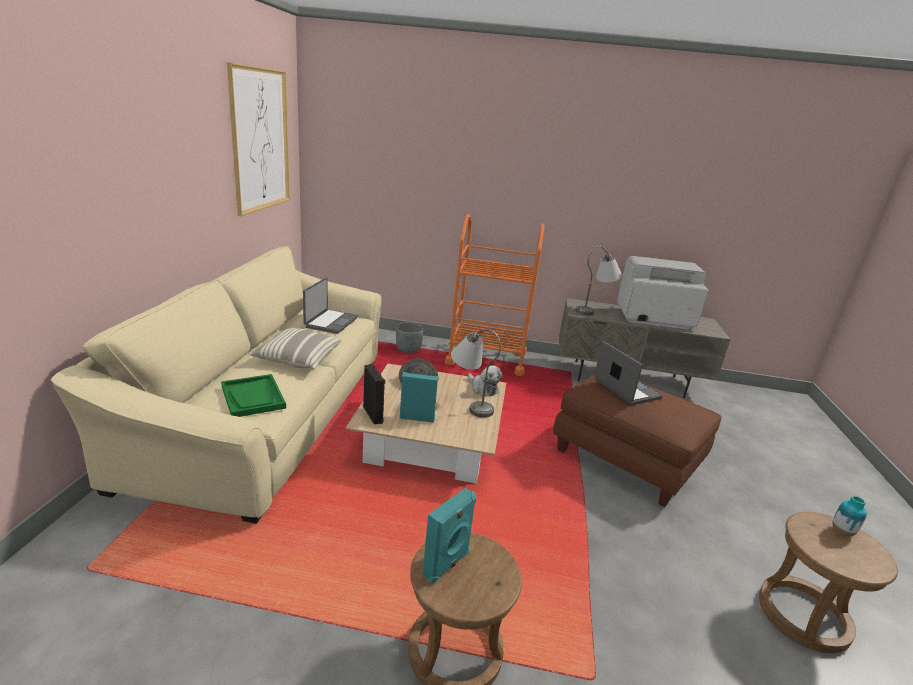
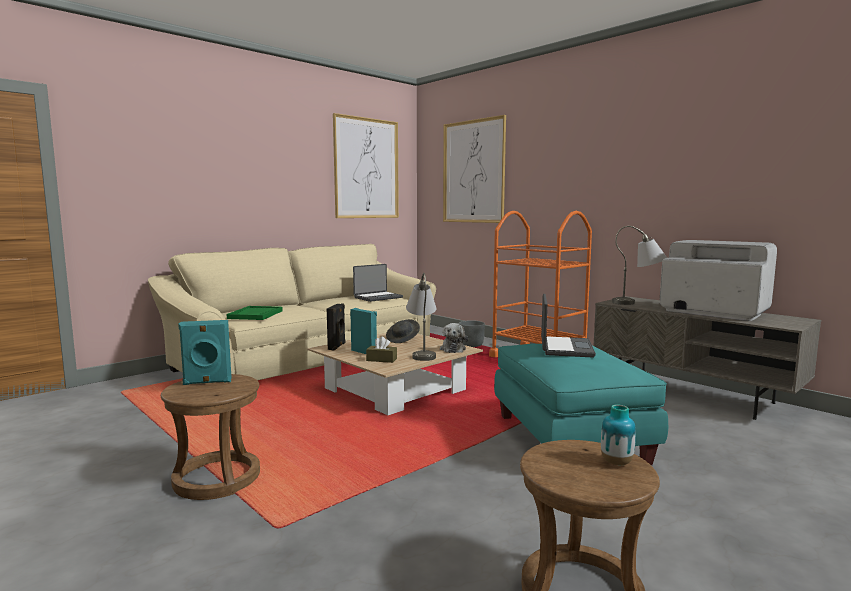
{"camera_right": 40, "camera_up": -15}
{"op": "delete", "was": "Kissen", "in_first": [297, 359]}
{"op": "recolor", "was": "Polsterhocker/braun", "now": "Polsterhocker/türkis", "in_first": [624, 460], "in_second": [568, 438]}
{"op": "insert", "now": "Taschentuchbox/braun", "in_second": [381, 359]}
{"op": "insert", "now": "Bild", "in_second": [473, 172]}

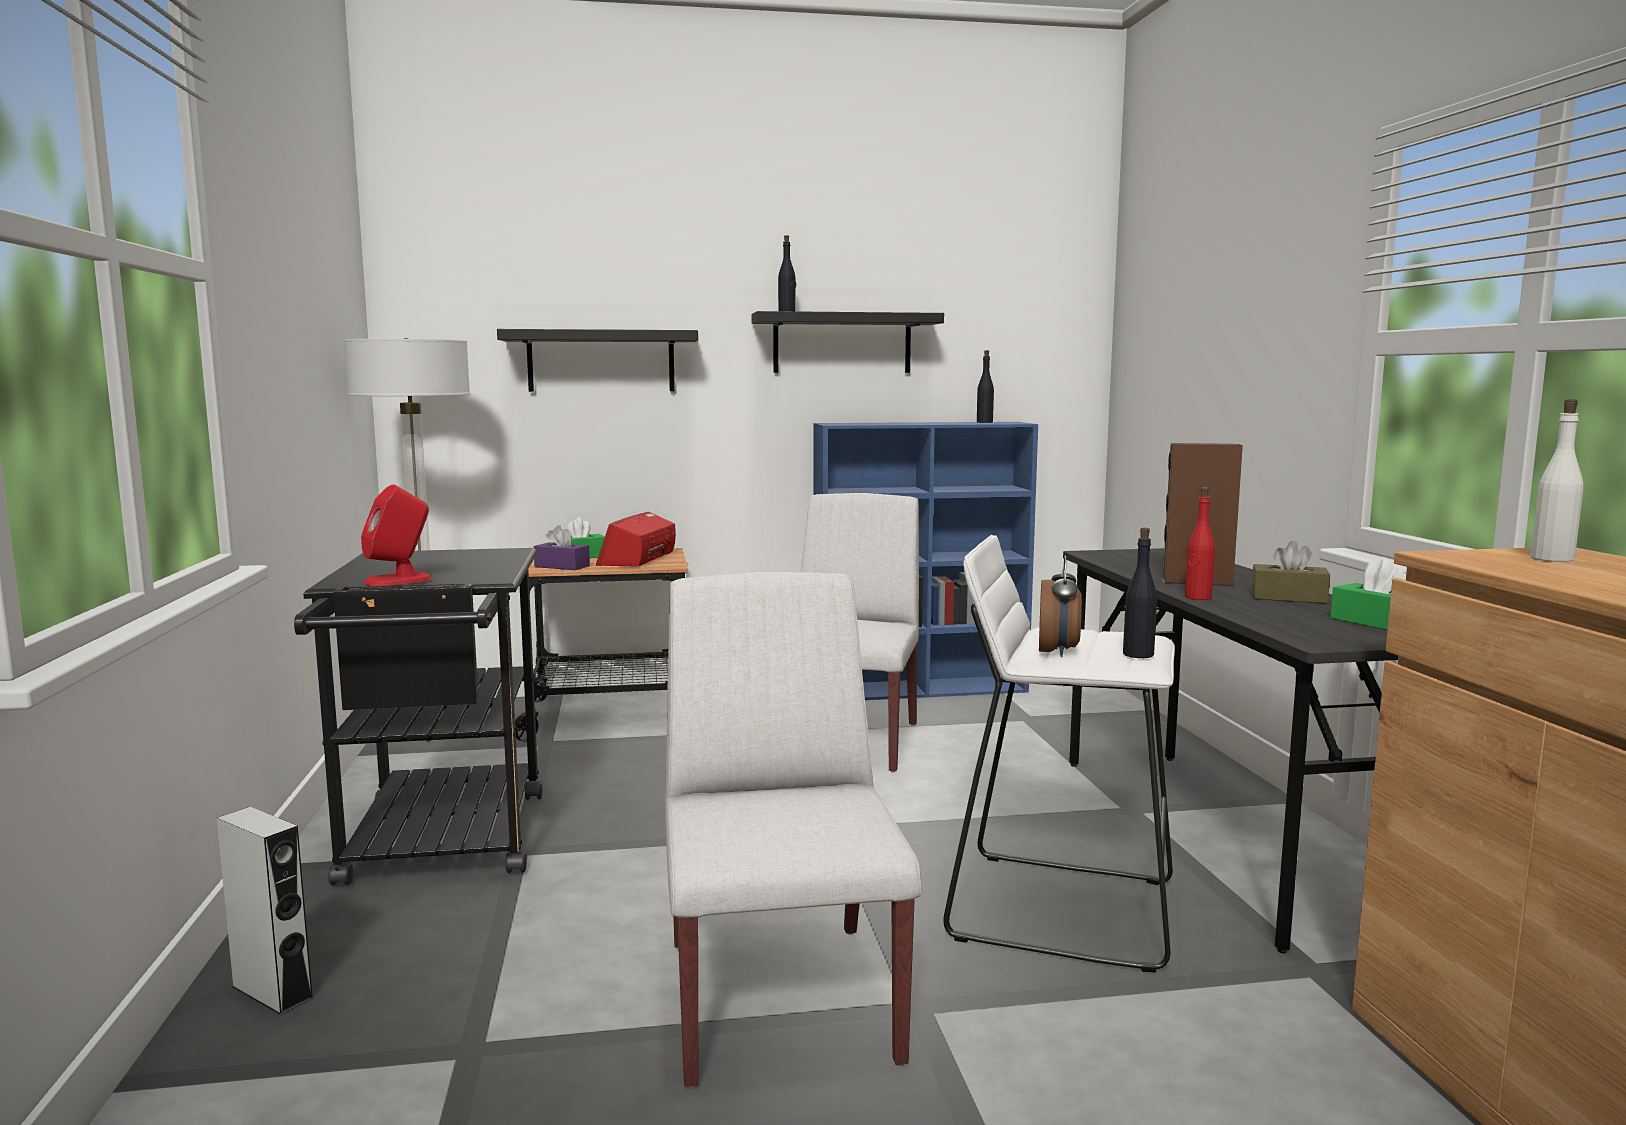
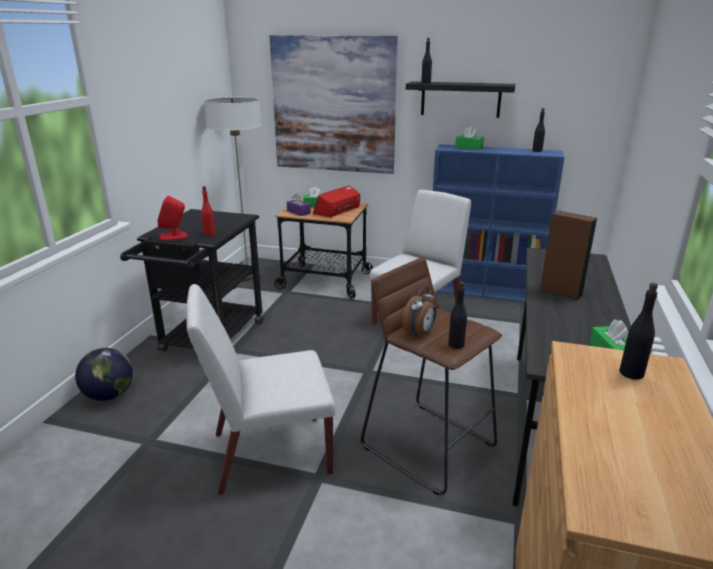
{"camera_right": 25, "camera_up": 15}
{"op": "replace", "was": "Lautsprecher/grau", "now": "Globus", "in_first": [272, 992], "in_second": [109, 395]}
{"op": "replace", "was": "Wandregal/schwarz", "now": "Bild", "in_first": [601, 361], "in_second": [333, 105]}
{"op": "rotate", "was": "Stuhl/weiß", "in_first": [779, 997], "in_second": [269, 454], "clockwise": -120}
{"op": "recolor", "was": "Hocker/weiß", "now": "Hocker/braun", "in_first": [1059, 908], "in_second": [428, 445]}
{"op": "move", "was": "Flasche/rot", "in_first": [1197, 597], "in_second": [209, 234]}
{"op": "delete", "was": "Taschentuchbox/braun", "in_first": [1288, 598]}
{"op": "recolor", "was": "Flasche/weiß", "now": "Flasche/schwarz", "in_first": [1551, 559], "in_second": [631, 373]}
{"op": "insert", "now": "Taschentuchbox/grün", "in_second": [469, 148]}

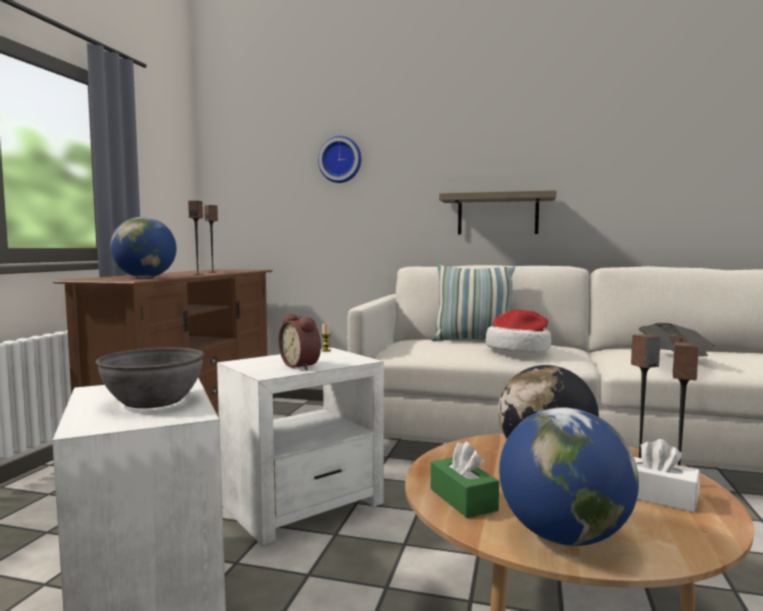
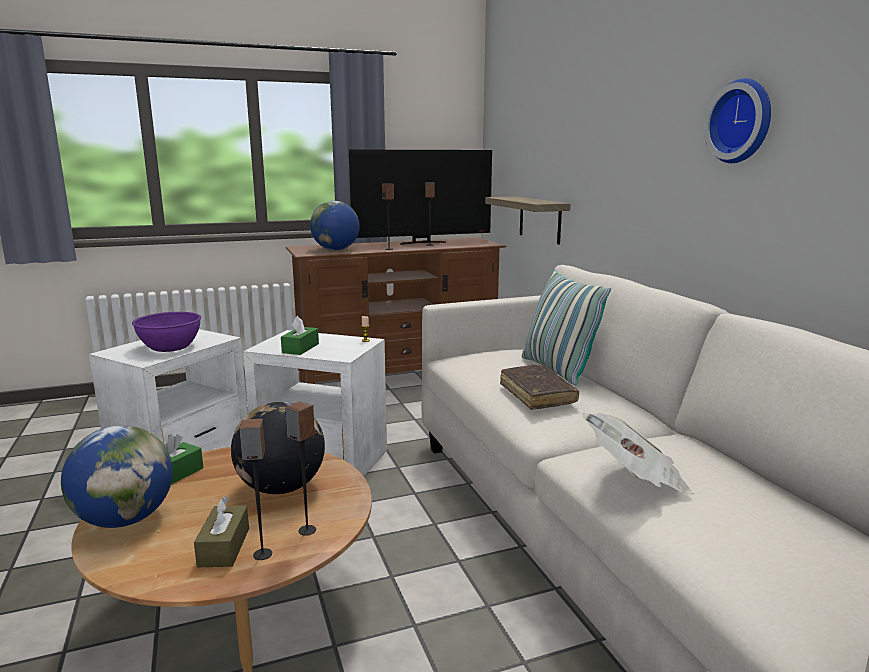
{"camera_right": 55, "camera_up": 10}
{"op": "recolor", "was": "Schüssel/grau", "now": "Schüssel/lila", "in_first": [153, 401], "in_second": [170, 347]}
{"op": "replace", "was": "Wecker", "now": "Taschentuchbox/grün", "in_first": [302, 365], "in_second": [300, 348]}
{"op": "move", "was": "Wanduhr", "in_first": [341, 160], "in_second": [742, 121]}
{"op": "move", "was": "Wandregal", "in_first": [497, 214], "in_second": [540, 219]}
{"op": "replace", "was": "Hut", "now": "Buch/braun", "in_first": [519, 349], "in_second": [537, 394]}
{"op": "recolor", "was": "Taschentuchbox/weiß", "now": "Taschentuchbox/braun", "in_first": [657, 496], "in_second": [224, 547]}
{"op": "insert", "now": "Fernseher", "in_second": [422, 242]}

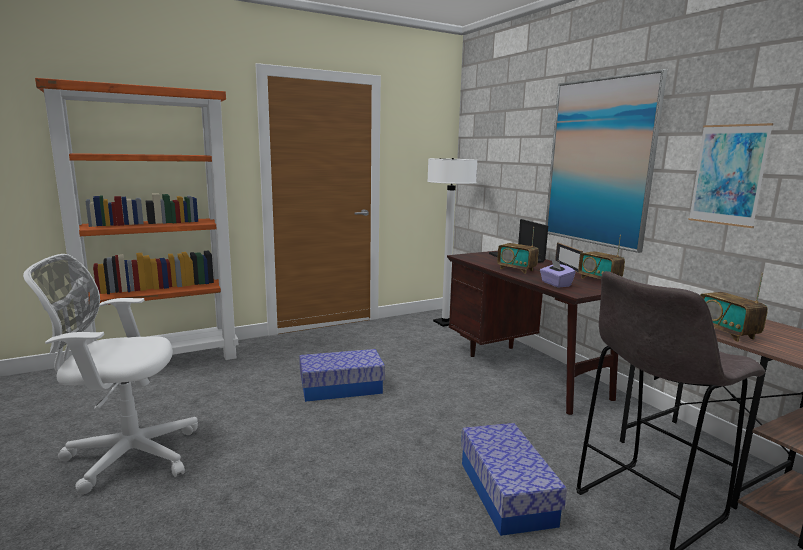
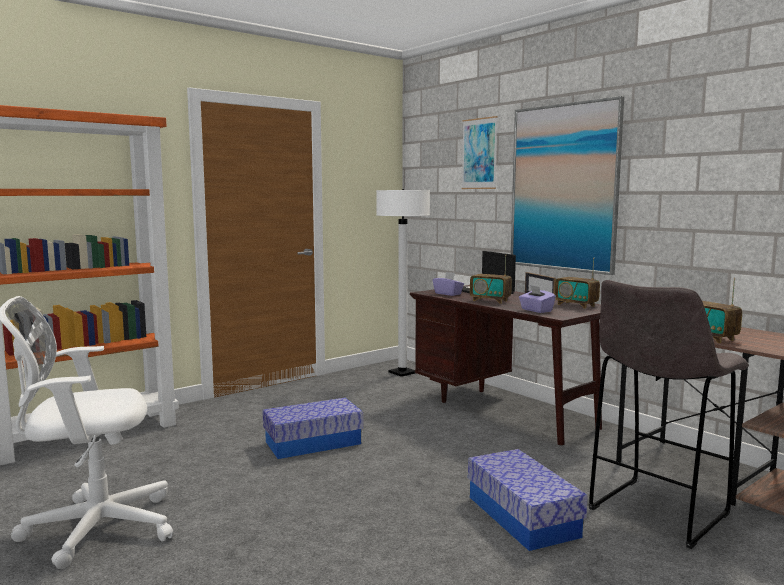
{"camera_right": -10, "camera_up": -5}
{"op": "move", "was": "Bild", "in_first": [728, 175], "in_second": [479, 153]}
{"op": "insert", "now": "Taschentuchbox/lila", "in_second": [448, 294]}

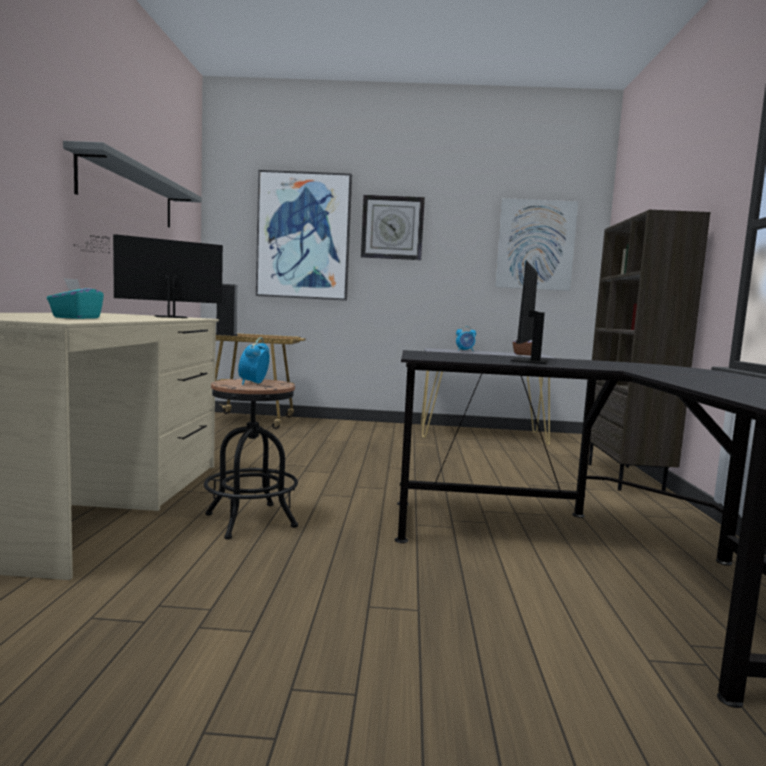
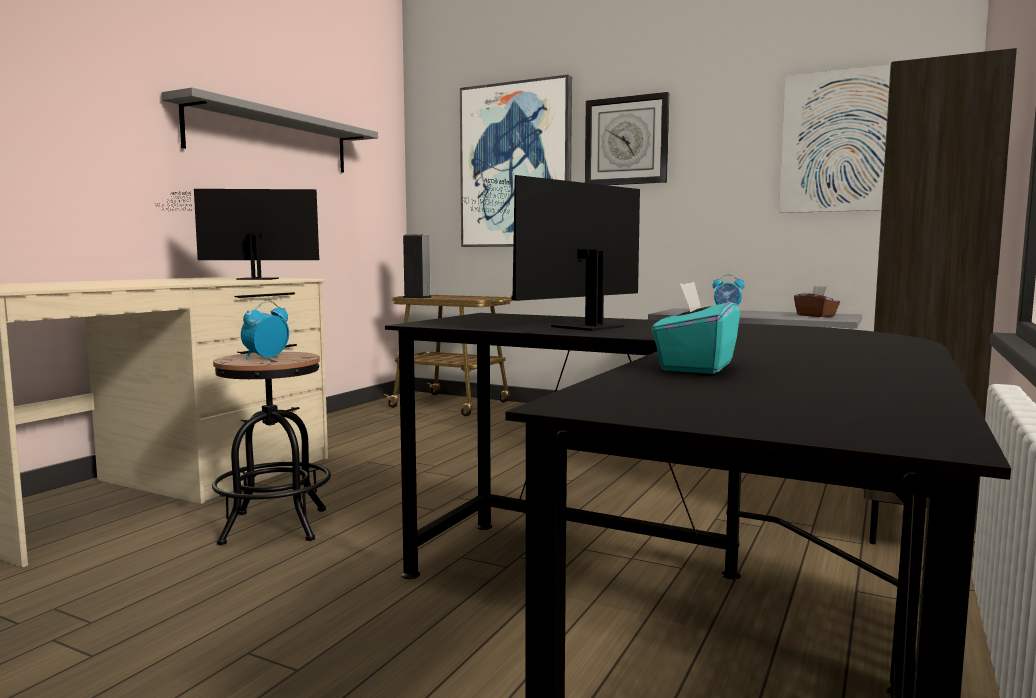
{"camera_right": 25, "camera_up": 0}
{"op": "move", "was": "Taschentuchbox/türkis", "in_first": [76, 318], "in_second": [695, 367]}

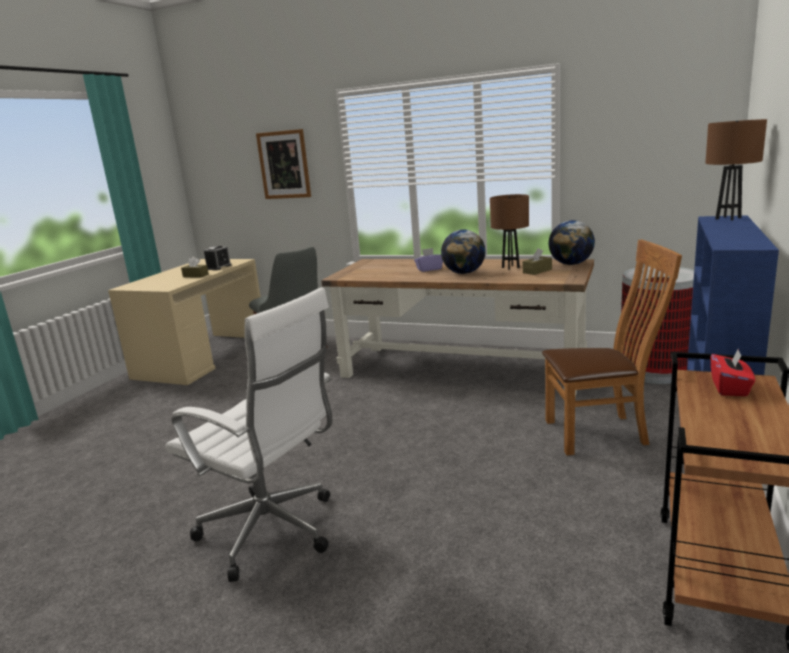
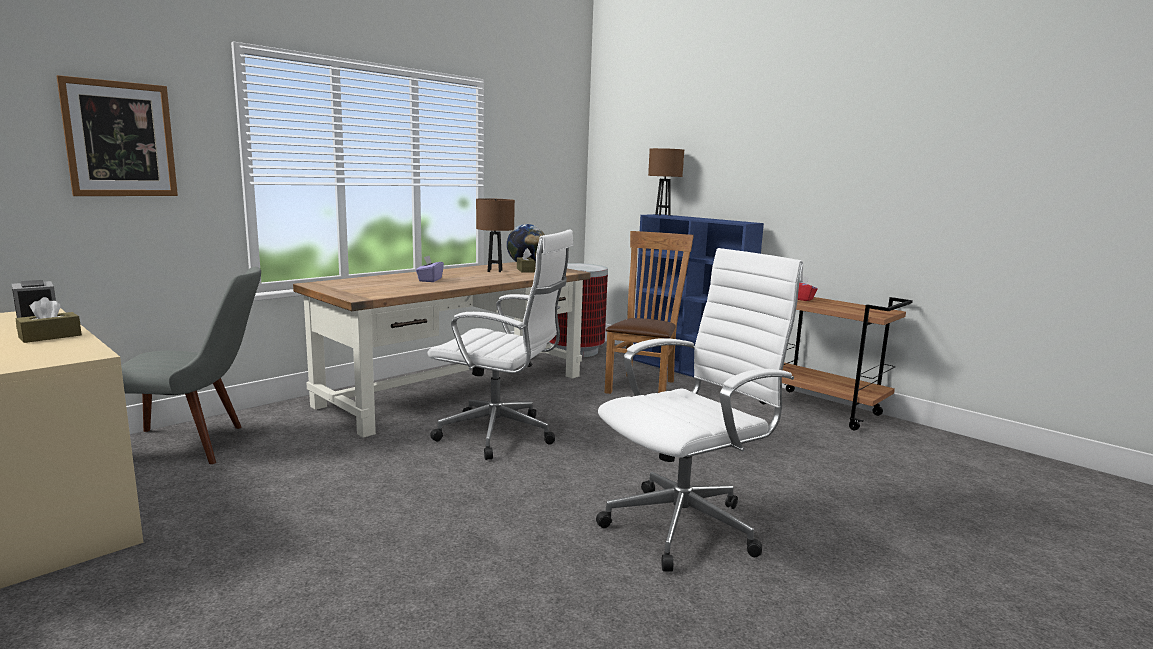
{"camera_right": -70, "camera_up": -5}
{"op": "delete", "was": "Globus", "in_first": [464, 273]}
{"op": "insert", "now": "Bürostuhl/weiß", "in_second": [501, 436]}

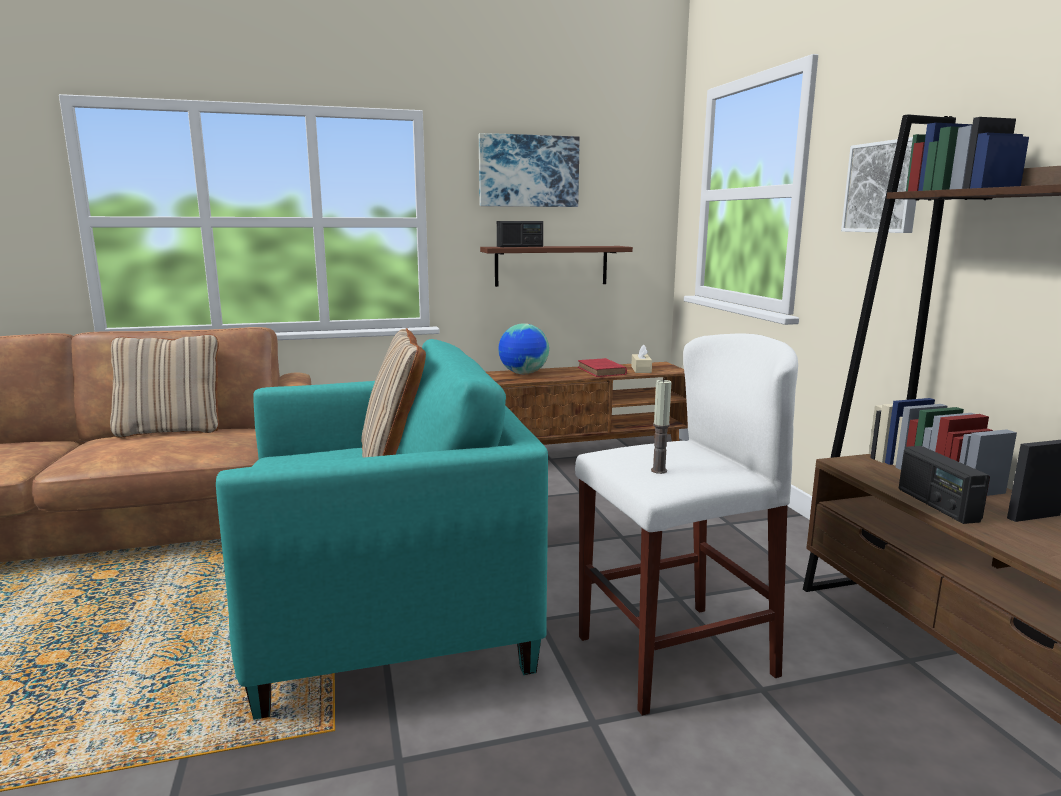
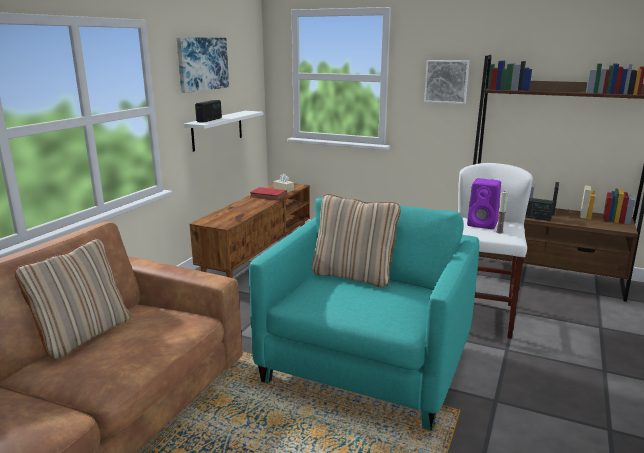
{"camera_right": -50, "camera_up": 5}
{"op": "recolor", "was": "Wandregal/braun", "now": "Wandregal/weiß", "in_first": [551, 265], "in_second": [217, 130]}
{"op": "delete", "was": "Globus", "in_first": [523, 373]}
{"op": "insert", "now": "Lautsprecher/lila", "in_second": [483, 224]}

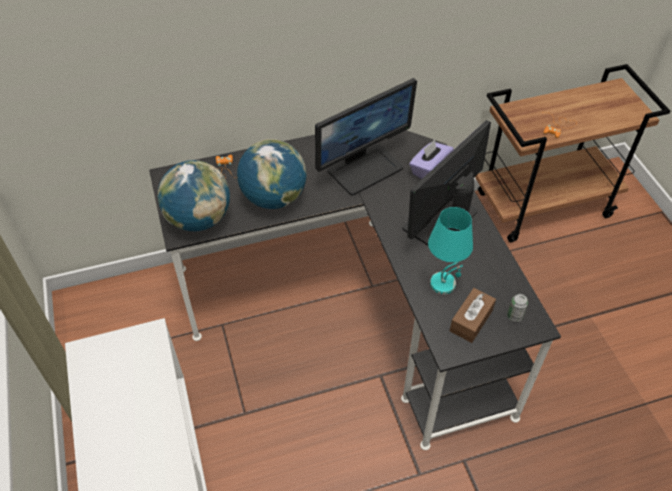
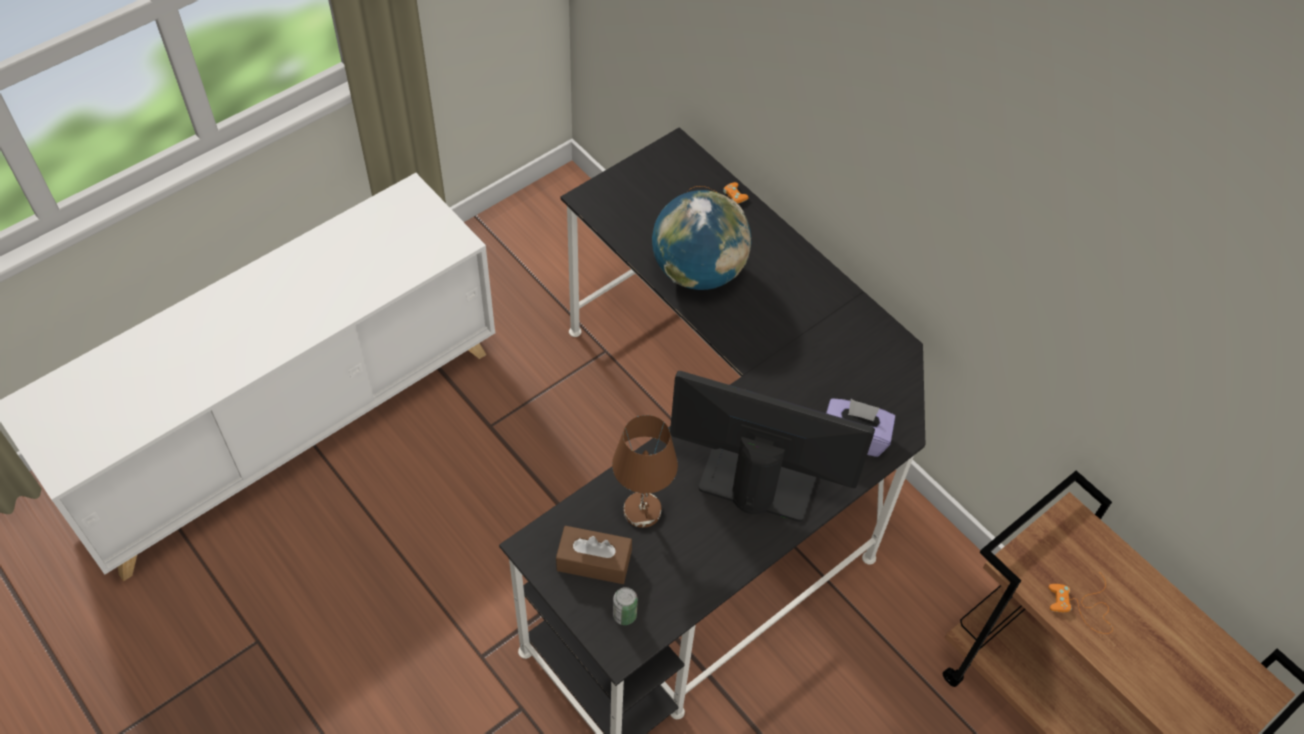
{"camera_right": 65, "camera_up": 5}
{"op": "delete", "was": "Globus", "in_first": [199, 219]}
{"op": "delete", "was": "Monitor", "in_first": [364, 168]}
{"op": "recolor", "was": "Tischlampe/türkis", "now": "Tischlampe/braun", "in_first": [443, 283], "in_second": [643, 511]}

